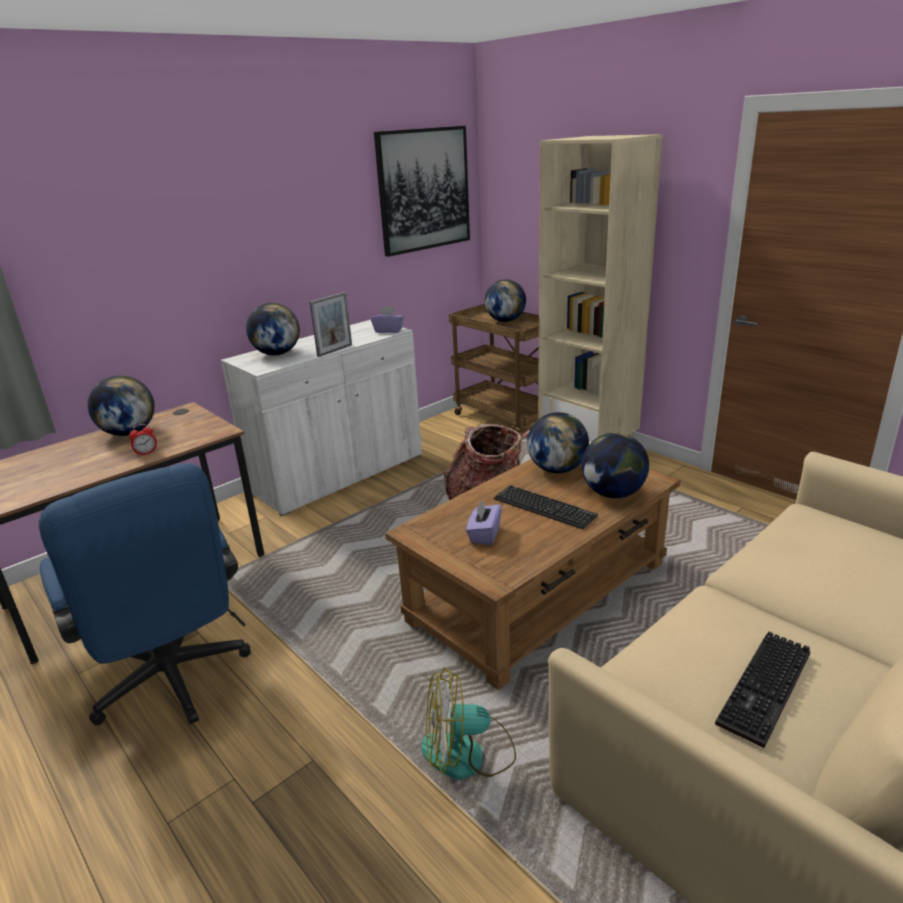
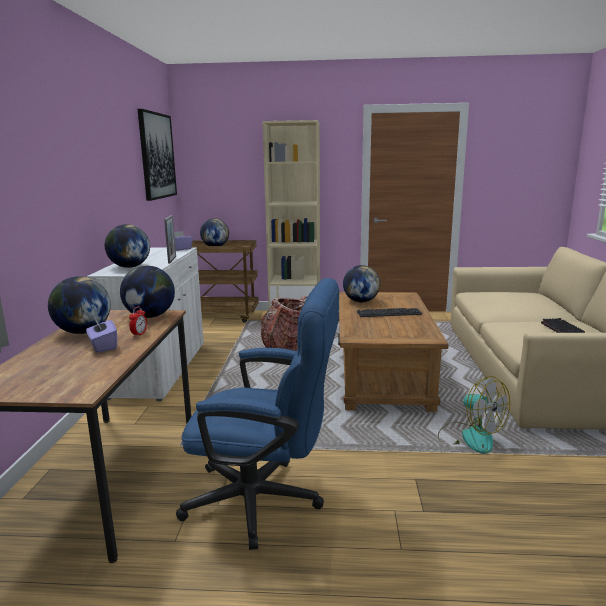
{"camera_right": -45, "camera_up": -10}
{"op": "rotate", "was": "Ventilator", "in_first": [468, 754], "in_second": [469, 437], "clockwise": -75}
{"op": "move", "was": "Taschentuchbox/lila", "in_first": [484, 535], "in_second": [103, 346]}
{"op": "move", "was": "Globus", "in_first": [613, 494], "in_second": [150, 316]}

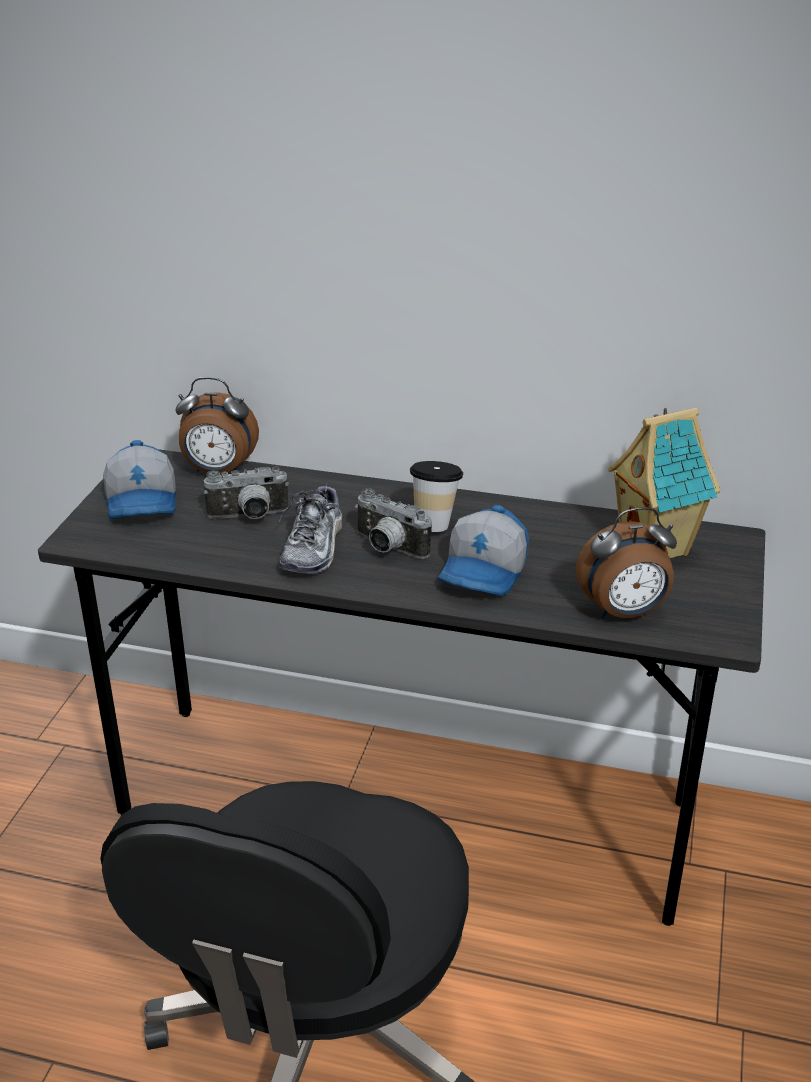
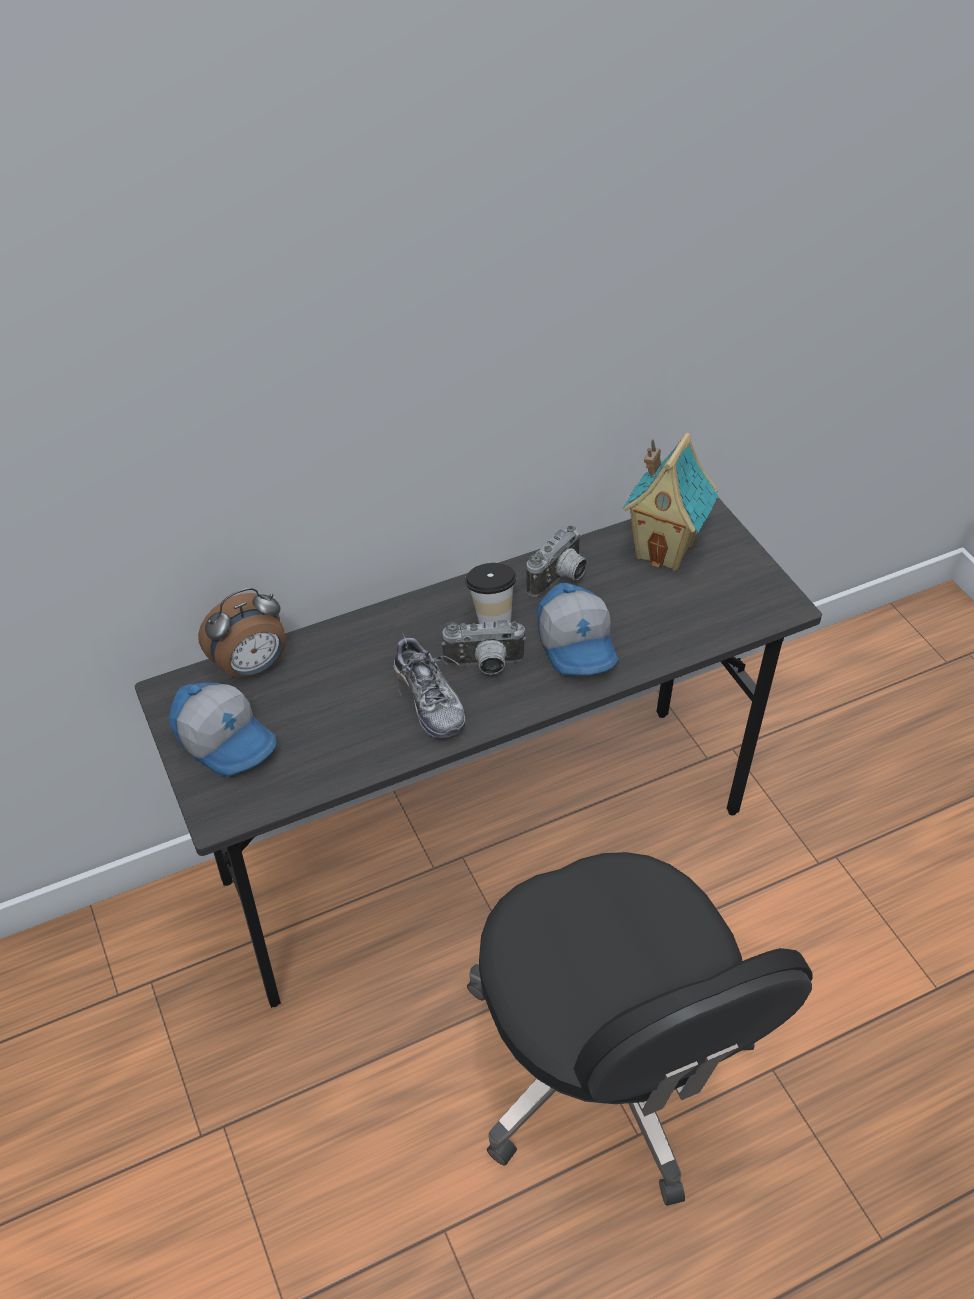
{"camera_right": -40, "camera_up": 15}
{"op": "move", "was": "Kamera", "in_first": [249, 517], "in_second": [560, 579]}
{"op": "delete", "was": "Wecker", "in_first": [624, 612]}

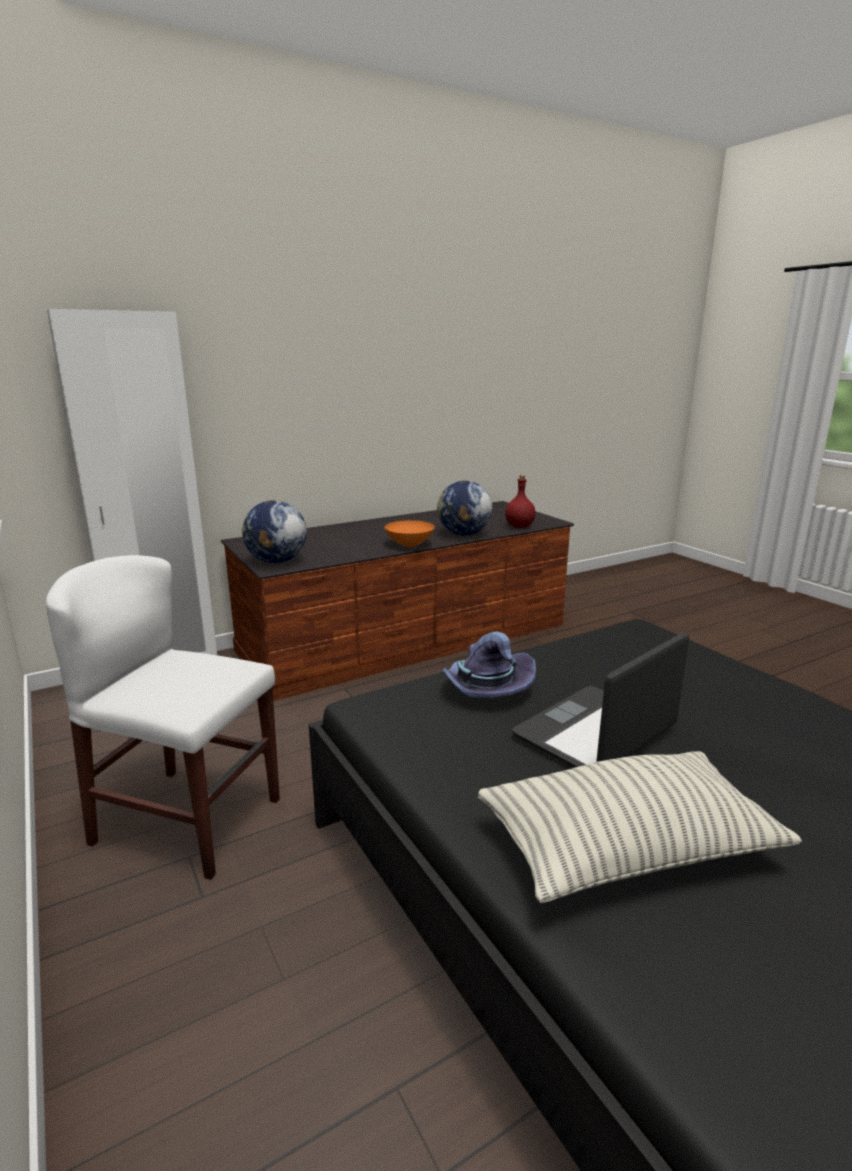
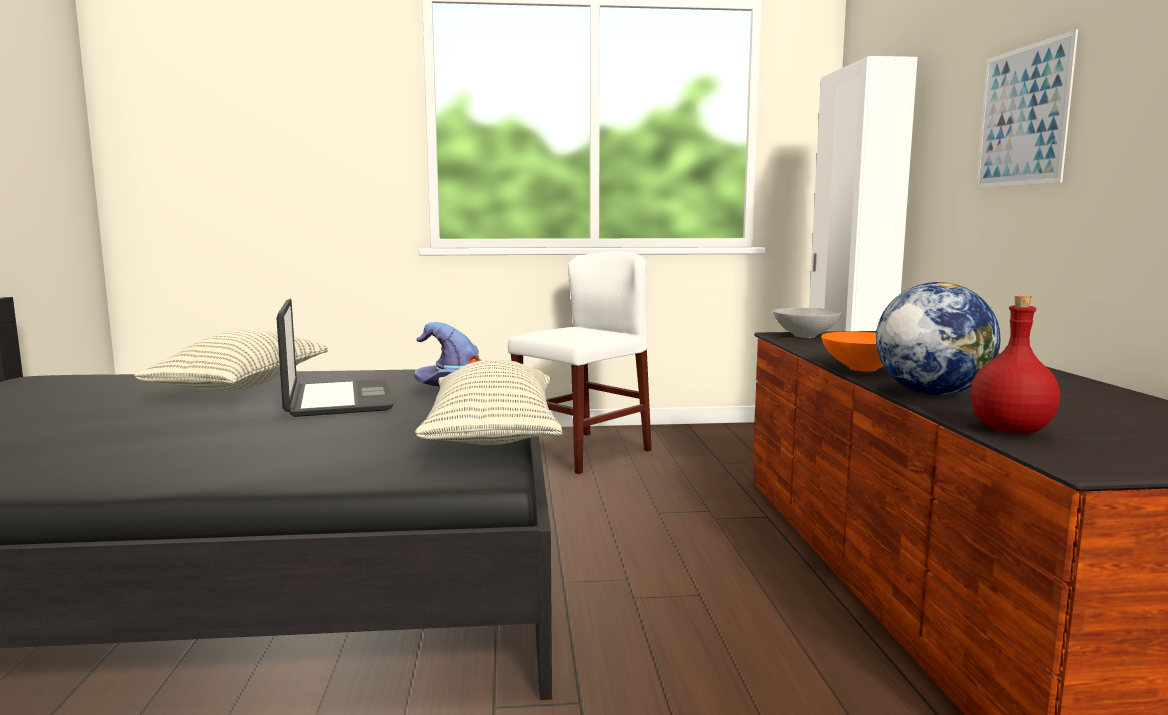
{"camera_right": 115, "camera_up": -10}
{"op": "replace", "was": "Globus", "now": "Schüssel/grau", "in_first": [276, 561], "in_second": [805, 336]}
{"op": "insert", "now": "Kissen", "in_second": [493, 435]}
{"op": "insert", "now": "Bild", "in_second": [1022, 116]}

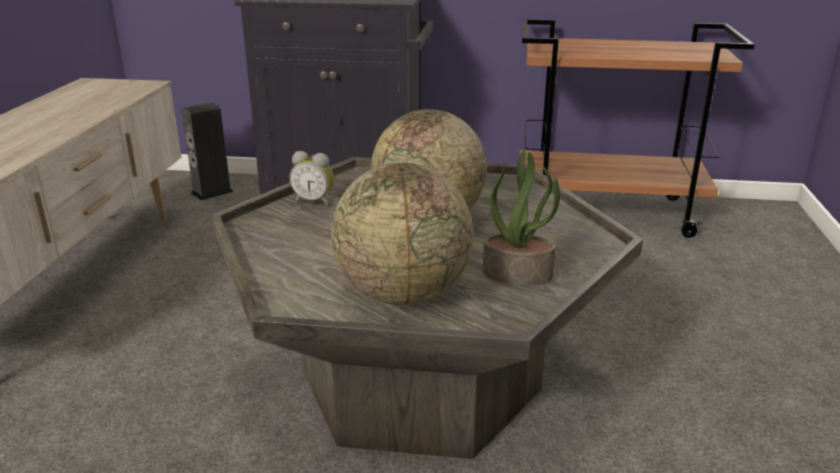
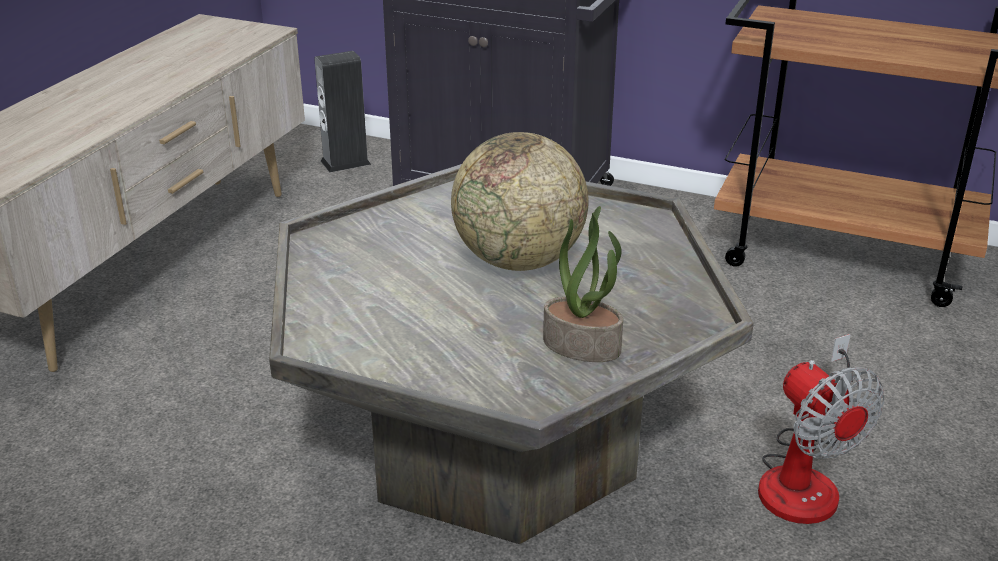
{"camera_right": 15, "camera_up": 5}
{"op": "delete", "was": "Wecker", "in_first": [314, 201]}
{"op": "delete", "was": "Globus", "in_first": [403, 294]}
{"op": "insert", "now": "Ventilator", "in_second": [805, 477]}

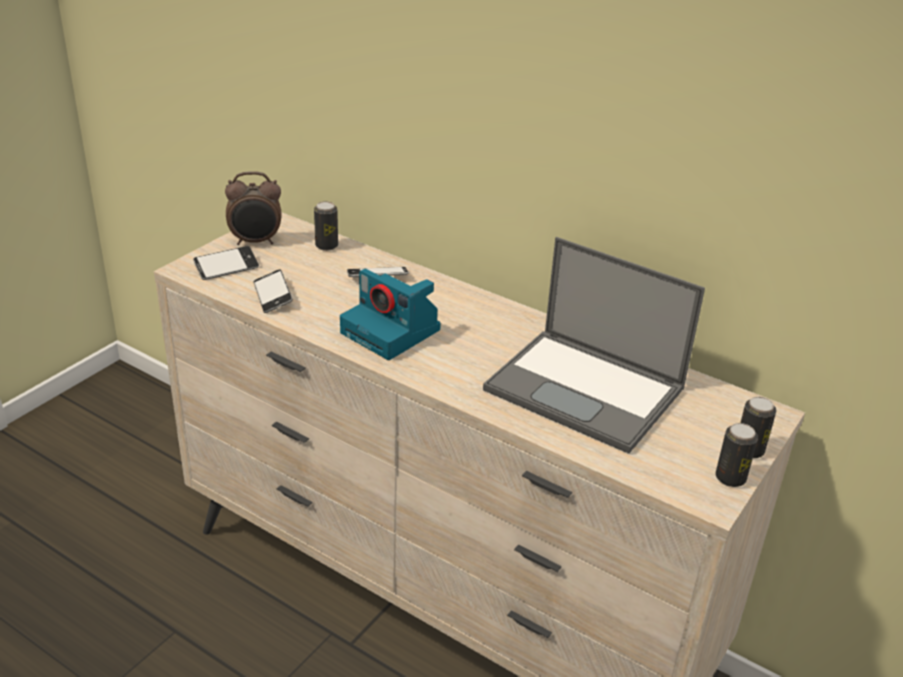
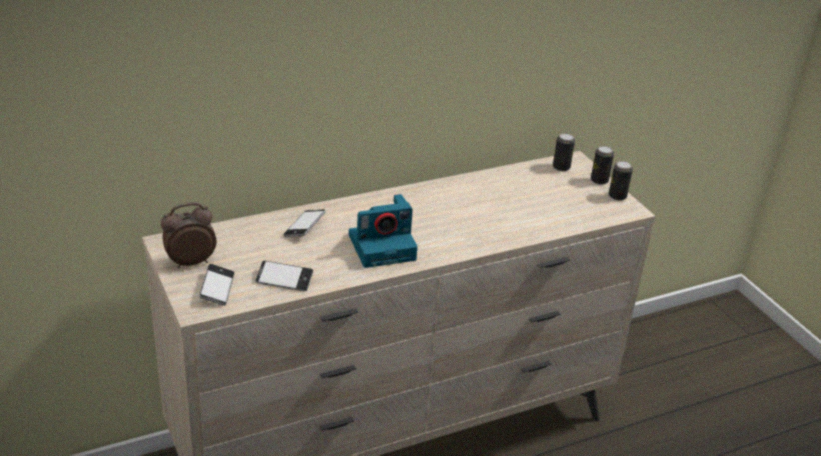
{"camera_right": -60, "camera_up": 0}
{"op": "rotate", "was": "Wecker", "in_first": [256, 242], "in_second": [190, 262], "clockwise": -135}
{"op": "move", "was": "Dose", "in_first": [326, 246], "in_second": [561, 167]}
{"op": "delete", "was": "Laptop", "in_first": [587, 389]}

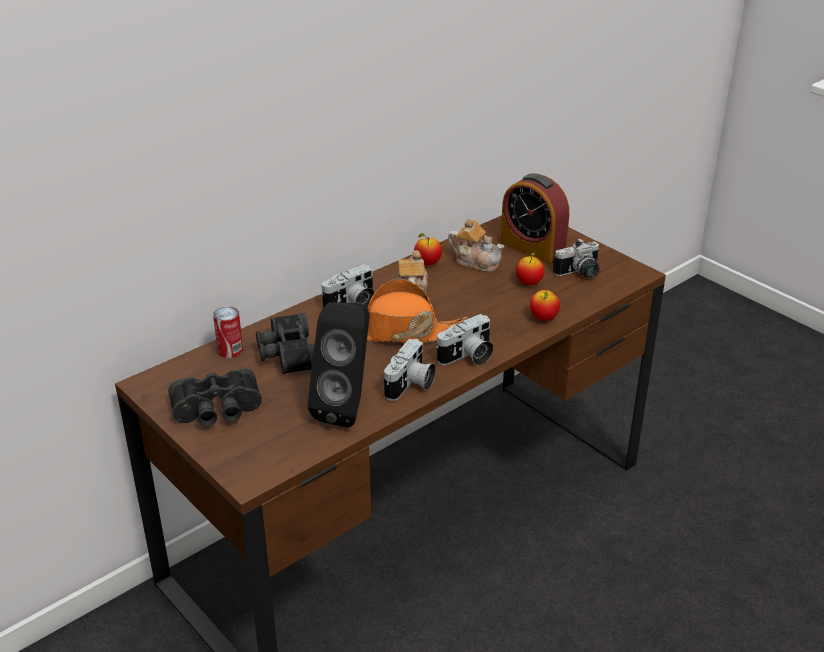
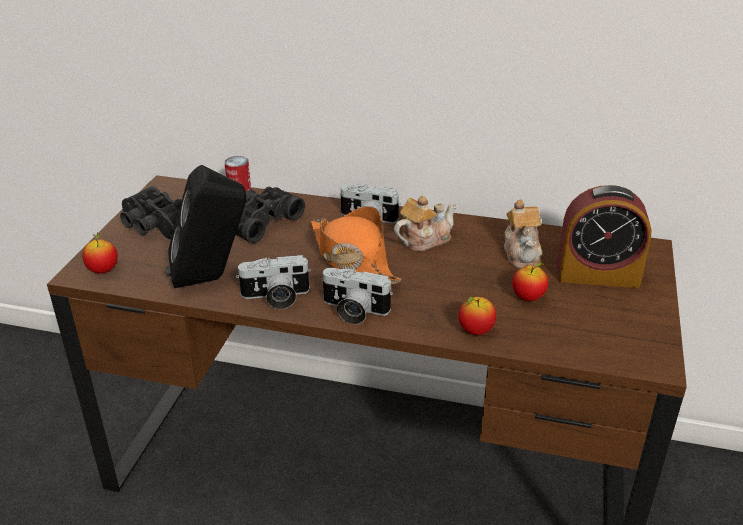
{"camera_right": 55, "camera_up": 0}
{"op": "move", "was": "Apfel", "in_first": [427, 263], "in_second": [103, 270]}
{"op": "rotate", "was": "Wecker", "in_first": [532, 248], "in_second": [597, 275], "clockwise": -90}
{"op": "delete", "was": "Kamera", "in_first": [580, 274]}

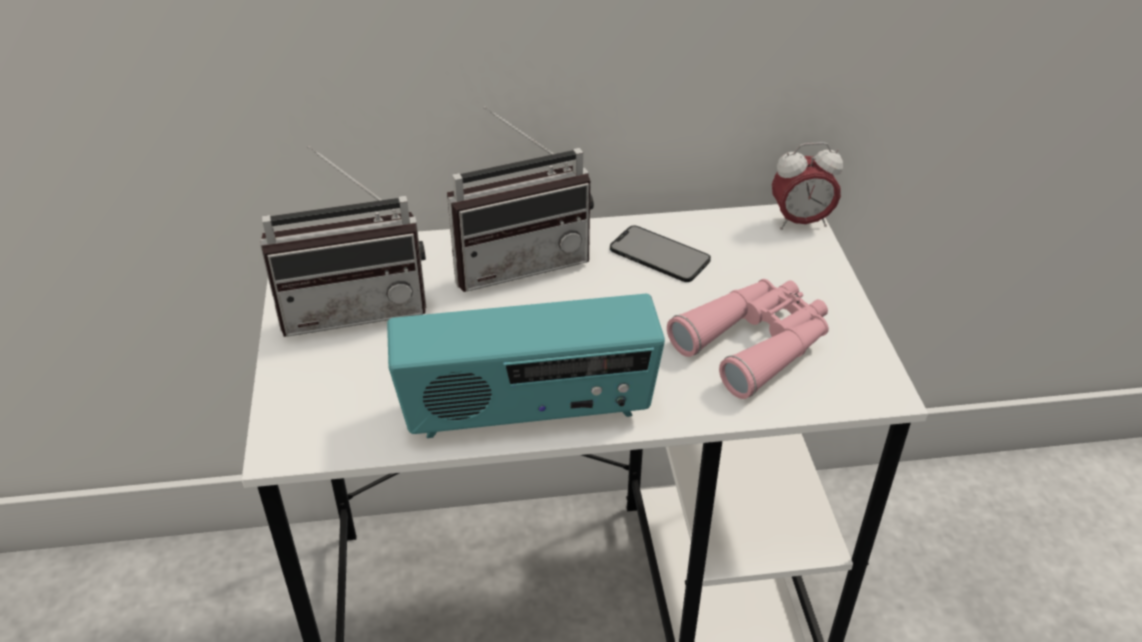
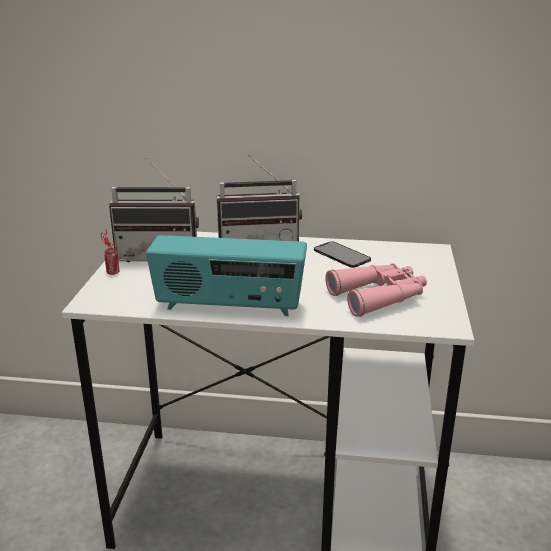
{"camera_right": 15, "camera_up": -15}
{"op": "delete", "was": "Wecker", "in_first": [800, 222]}
{"op": "insert", "now": "Dose", "in_second": [114, 273]}

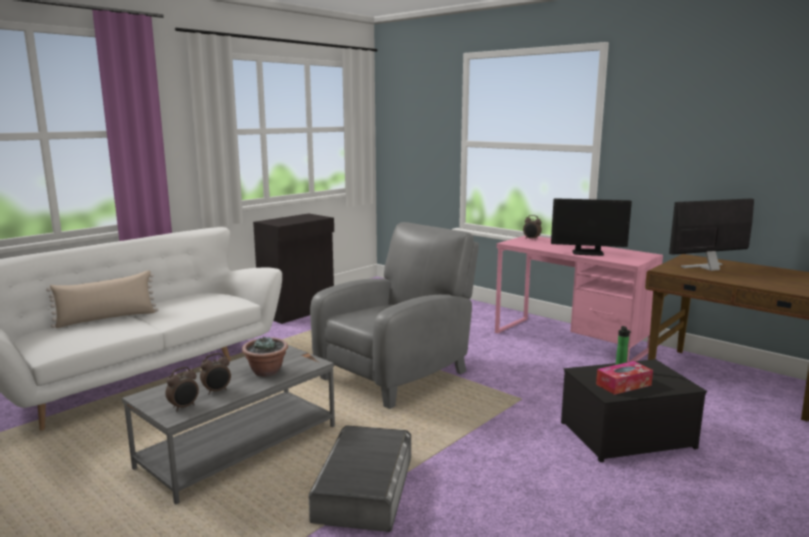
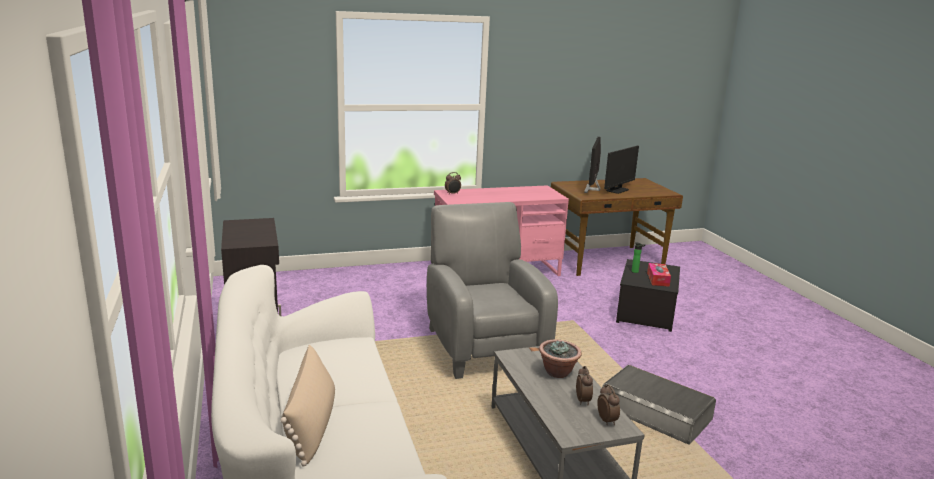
{"camera_right": -60, "camera_up": 5}
{"op": "move", "was": "Monitor", "in_first": [587, 253], "in_second": [617, 190]}

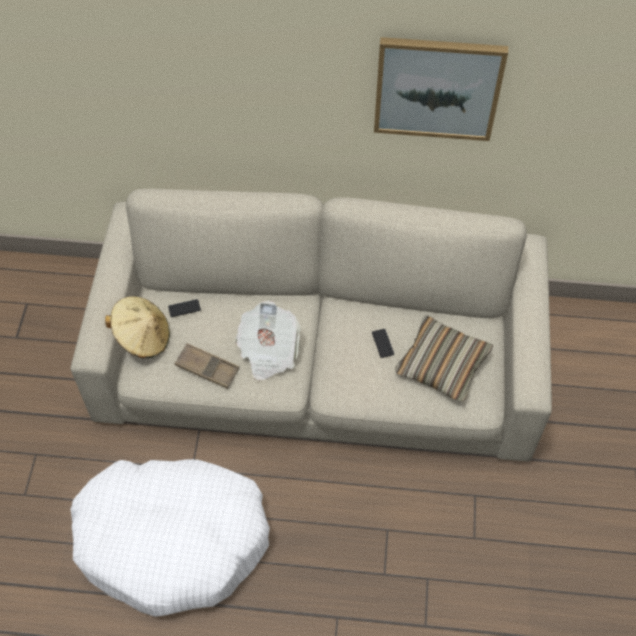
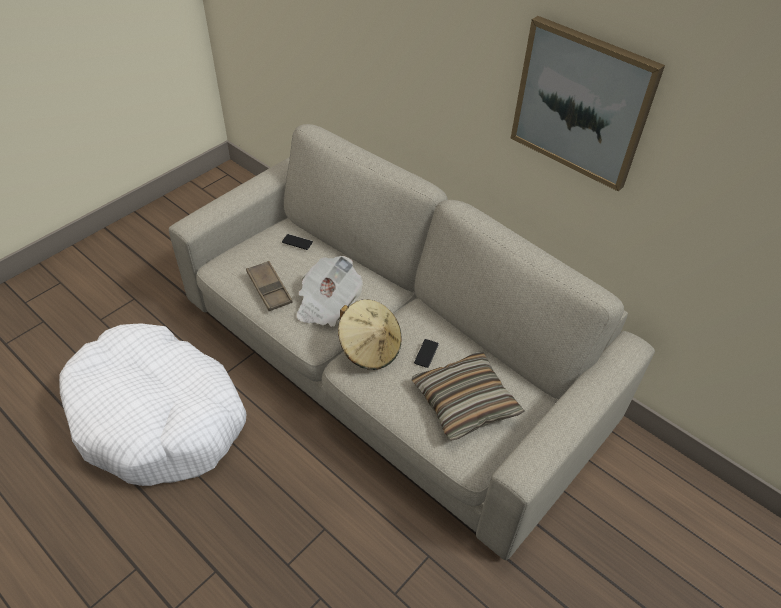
{"camera_right": 35, "camera_up": -10}
{"op": "move", "was": "Hut/beige", "in_first": [143, 337], "in_second": [370, 348]}

